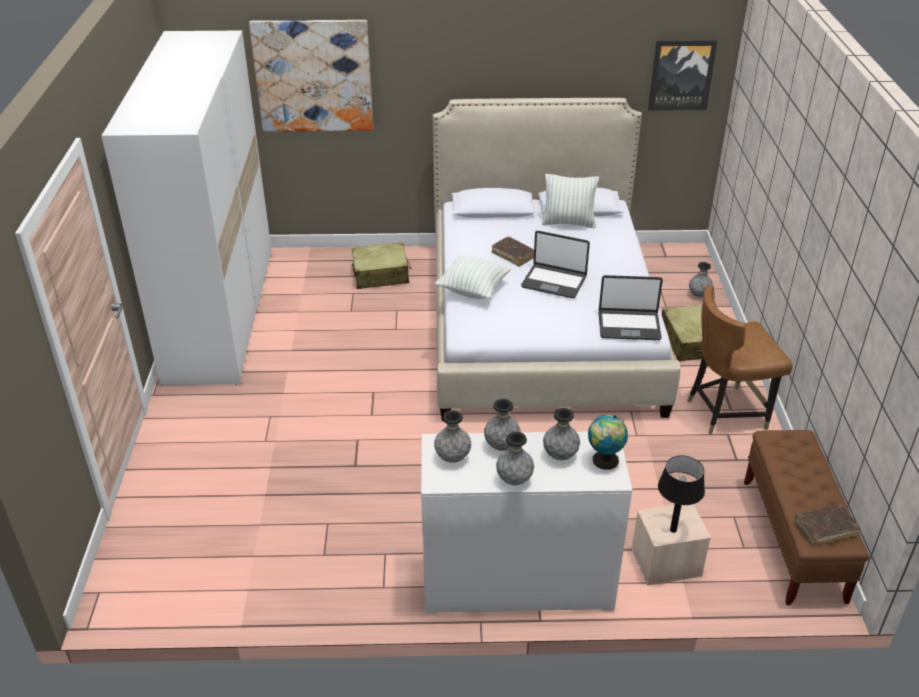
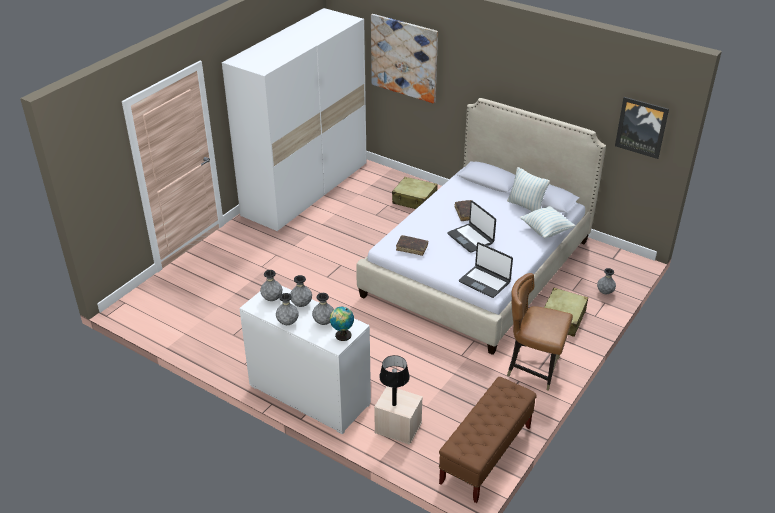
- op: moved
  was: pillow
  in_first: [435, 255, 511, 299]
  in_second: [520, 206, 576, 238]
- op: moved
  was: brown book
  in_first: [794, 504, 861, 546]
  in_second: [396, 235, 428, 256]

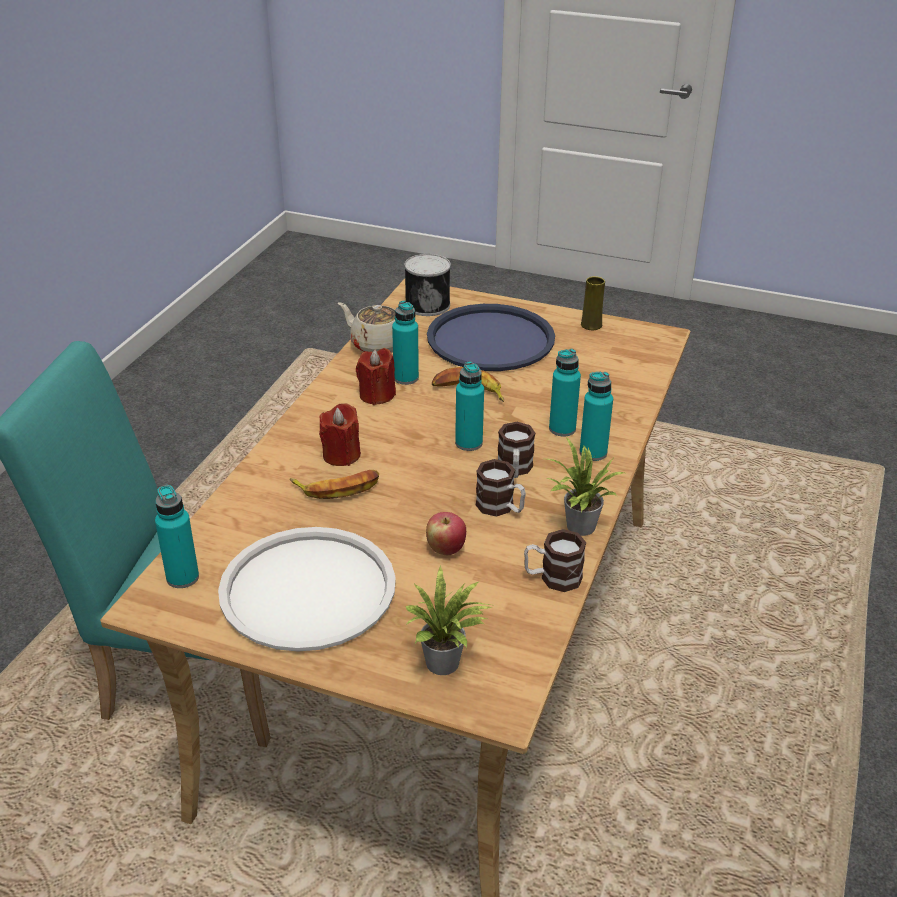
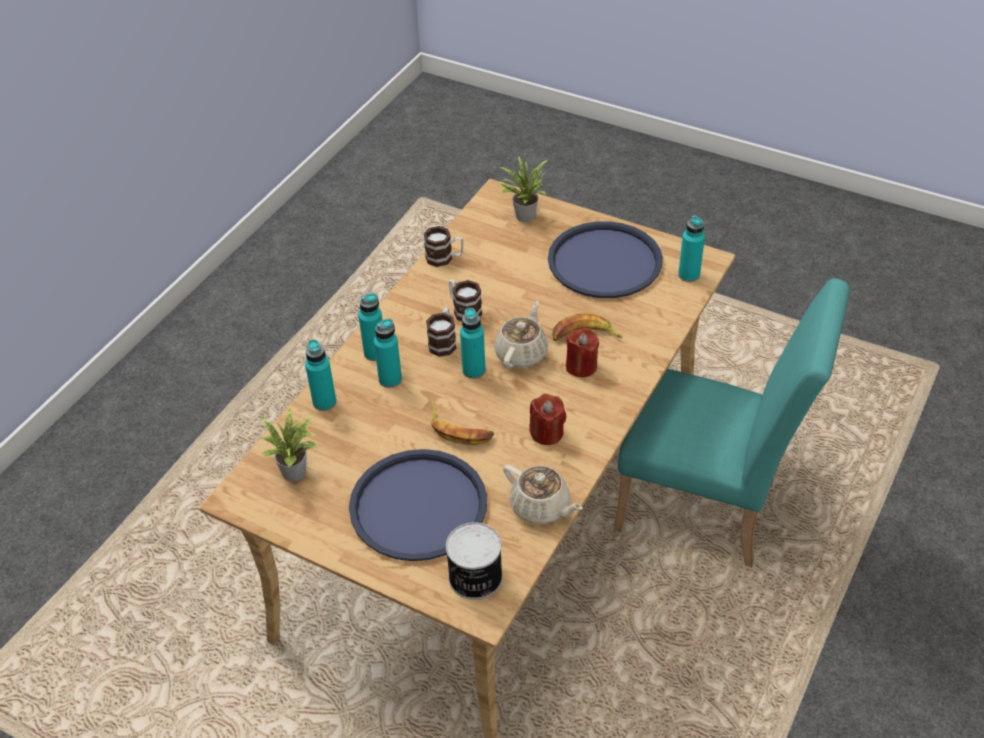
- op: removed
  was: apple
  in_first: [426, 512, 466, 555]
- op: removed
  was: yellow vase
  in_first: [581, 276, 605, 330]
- op: added
  now: beige teapot
  in_second: [494, 301, 548, 368]
- op: moved
  was: turquoise bottle
  in_first: [392, 301, 419, 385]
  in_second: [305, 340, 336, 411]
- op: moved
  was: potted plant
  in_first: [546, 437, 624, 536]
  in_second: [260, 408, 318, 481]
- op: recoloured
  was: white tray
  now: blue tray
  in_first: [218, 527, 396, 652]
  in_second: [548, 221, 663, 298]

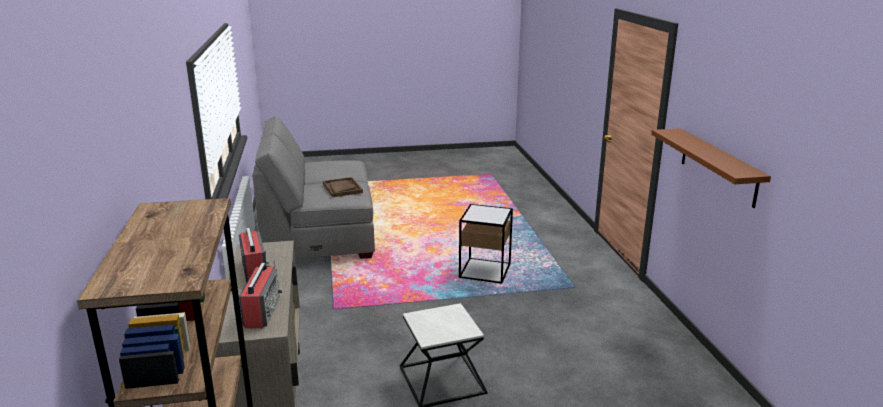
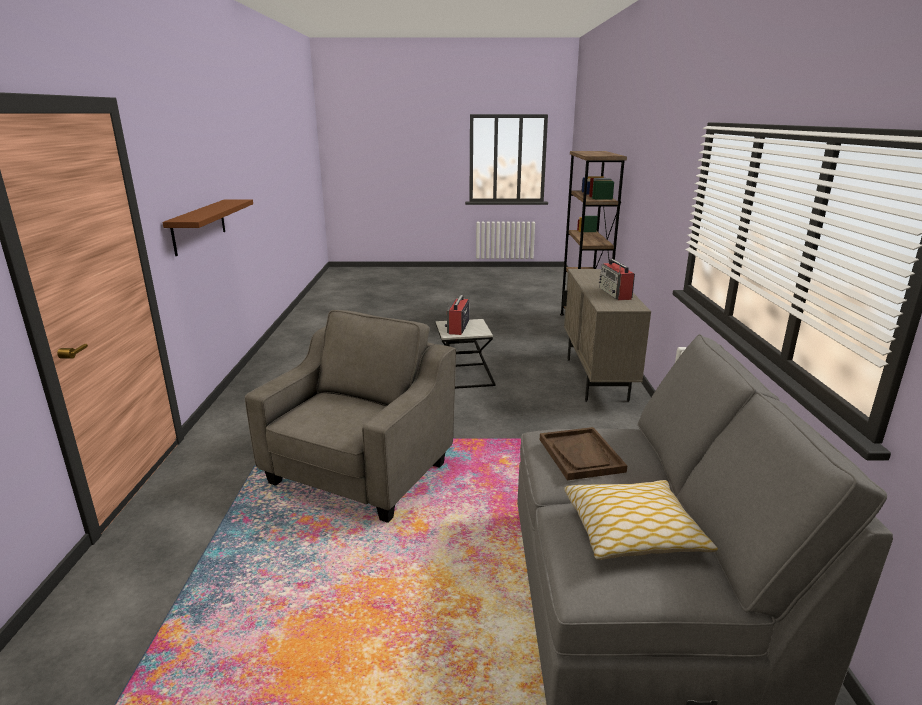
- op: added
  now: pillow
  in_second: [564, 480, 718, 560]
- op: moved
  was: radio
  in_first: [239, 259, 282, 329]
  in_second: [445, 295, 469, 335]
- op: replaced
  was: side table
  now: grey armchair
  in_first: [459, 204, 513, 284]
  in_second: [245, 310, 456, 523]

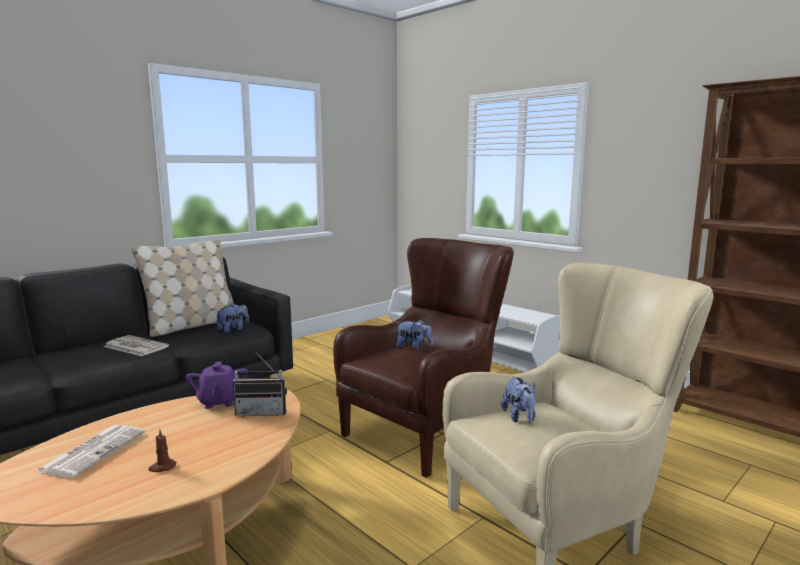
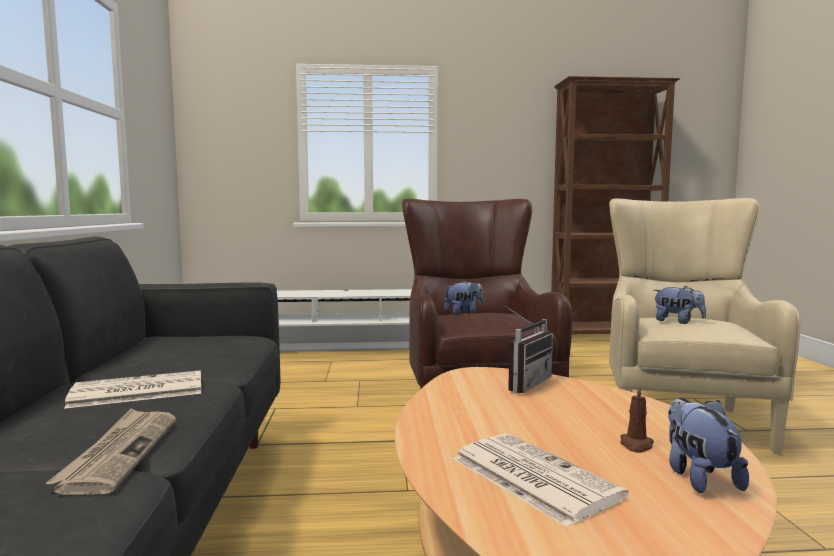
- op: removed
  was: beige pillow
  in_first: [131, 239, 234, 337]
- op: removed
  was: purple teapot
  in_first: [186, 361, 248, 409]
- op: added
  now: newspaper
  in_second: [45, 408, 176, 495]
- op: moved
  was: plush toy
  in_first: [216, 303, 249, 333]
  in_second: [668, 398, 749, 493]

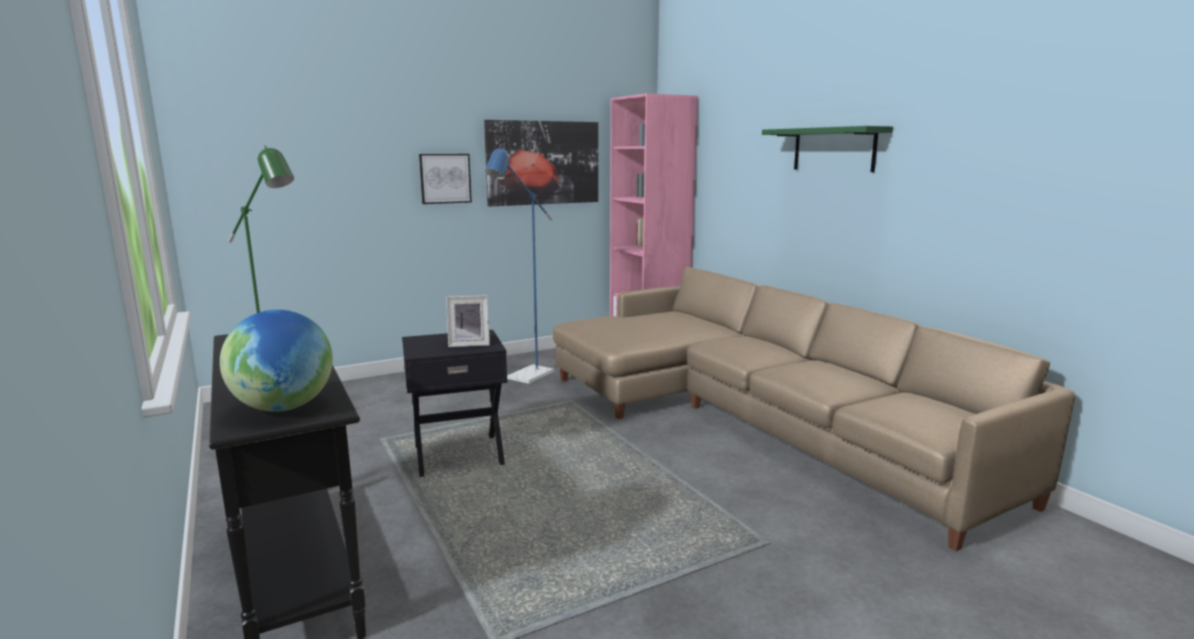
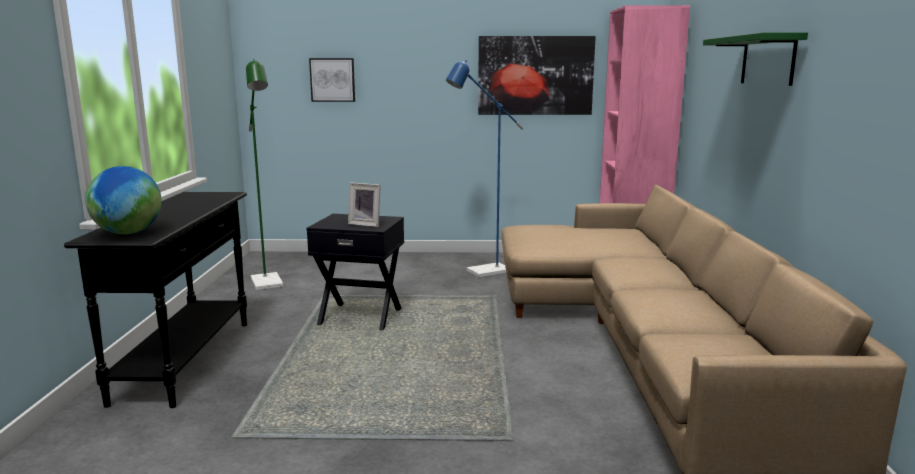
- op: moved
  was: picture
  in_first: [419, 154, 472, 204]
  in_second: [309, 58, 355, 102]

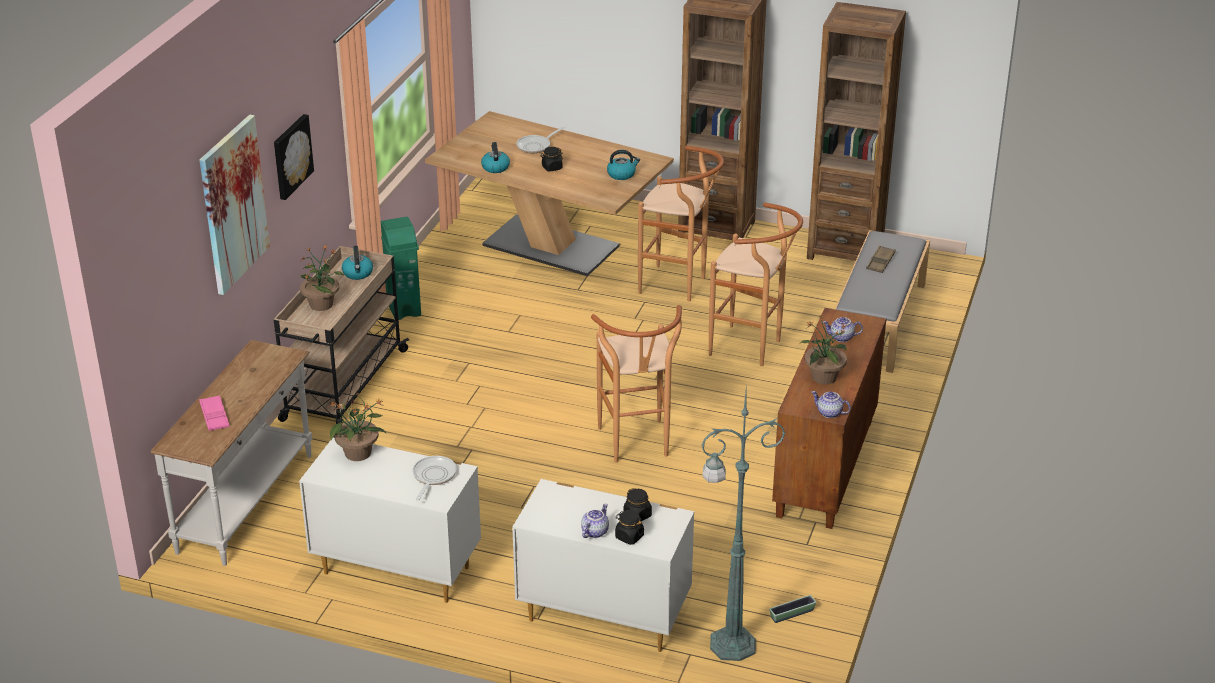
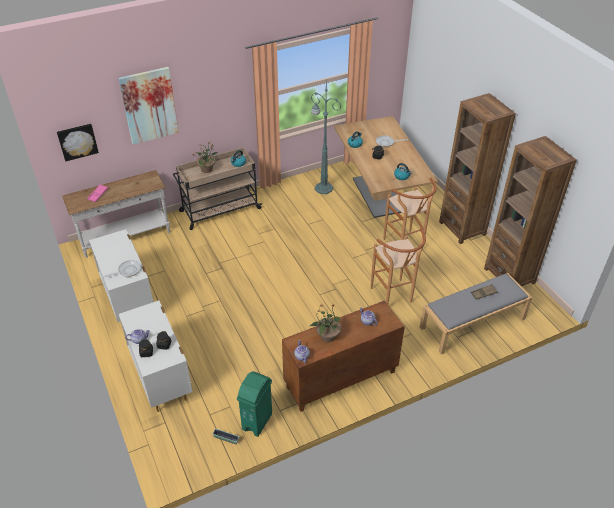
- op: removed
  was: potted plant
  in_first: [328, 392, 386, 461]
- op: removed
  was: brown stool
  in_first: [591, 305, 682, 463]
- op: moved
  was: picture
  in_first: [274, 114, 314, 200]
  in_second: [57, 124, 99, 161]
- op: moved
  was: green trash can
  in_first: [381, 217, 421, 320]
  in_second: [237, 371, 272, 437]
- op: moved
  was: green floor lamp
  in_first: [701, 382, 786, 661]
  in_second: [311, 78, 341, 195]

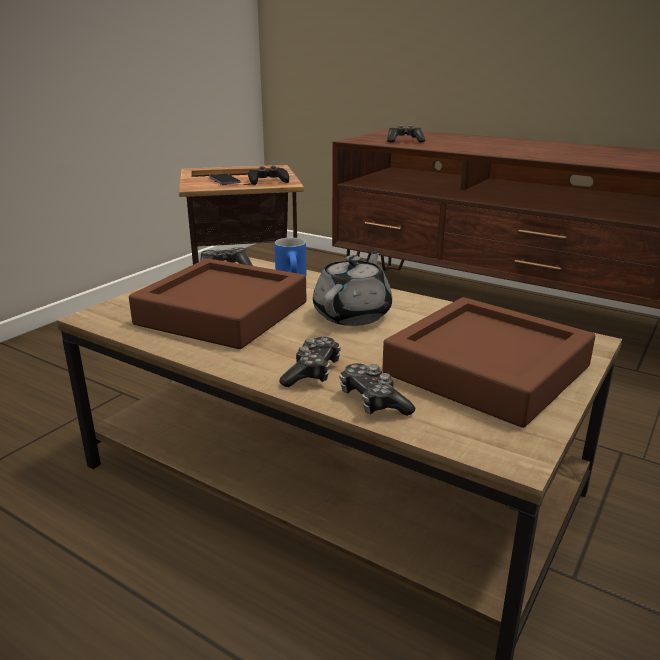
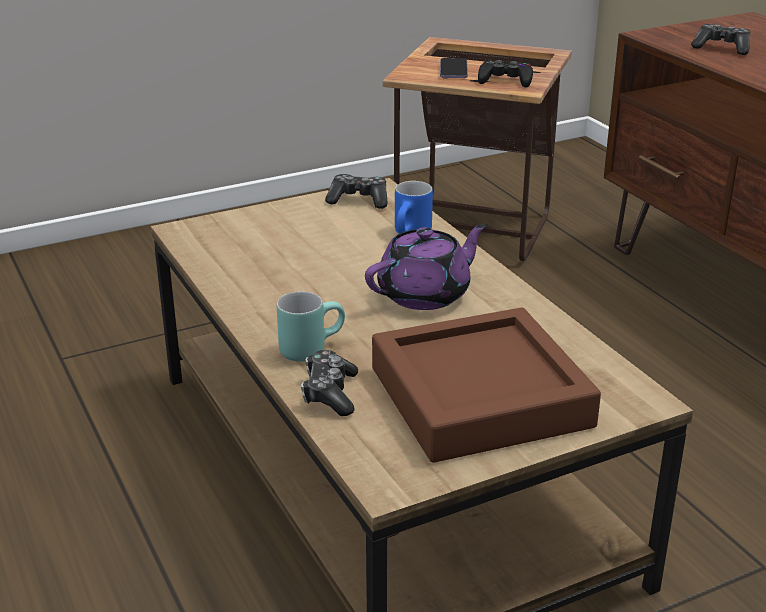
- op: removed
  was: brown tray
  in_first: [129, 258, 306, 349]
- op: replaced
  was: game controller
  now: turquoise mug
  in_first: [279, 337, 341, 387]
  in_second: [277, 291, 345, 361]
- op: recoloured
  was: grey teapot
  now: purple teapot
  in_first: [313, 251, 392, 326]
  in_second: [365, 224, 487, 310]

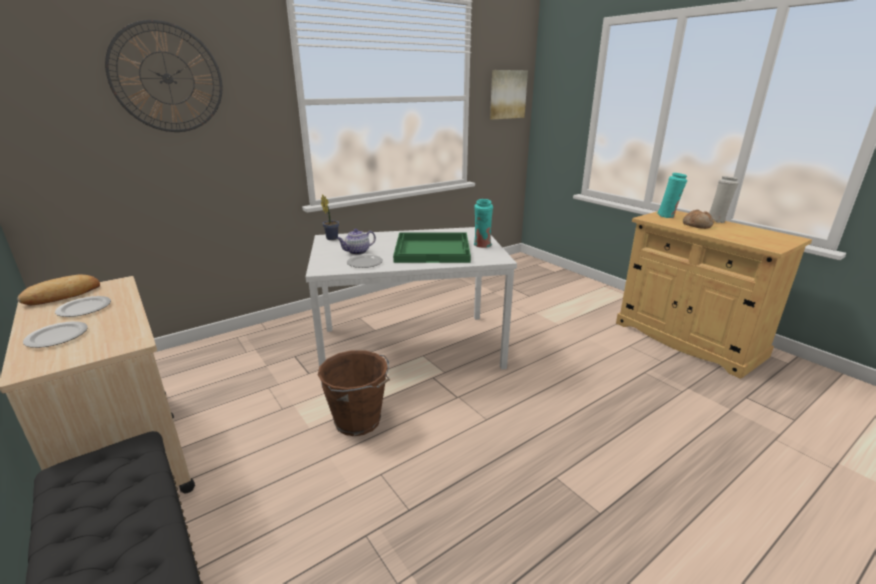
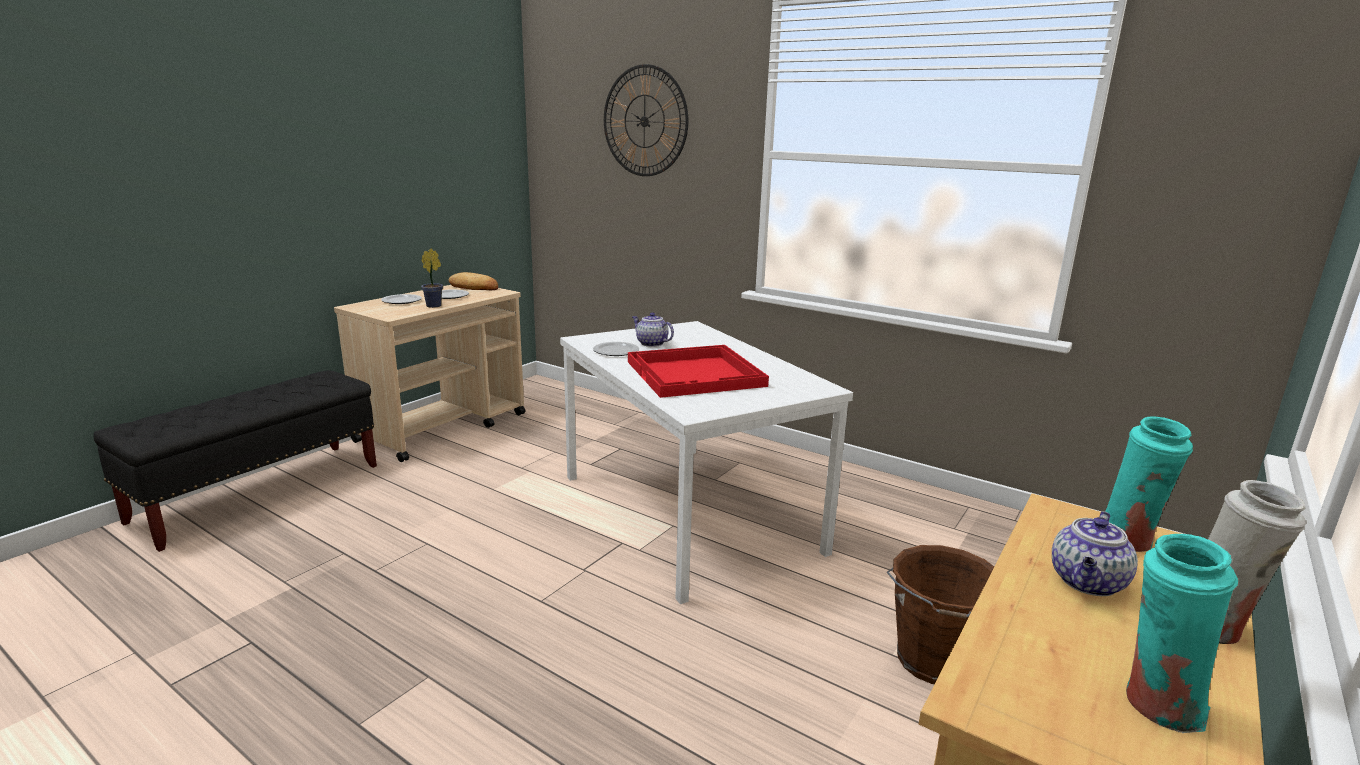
- op: removed
  was: picture
  in_first: [490, 70, 528, 119]
- op: moved
  was: brown bucket
  in_first: [318, 350, 390, 436]
  in_second: [887, 545, 994, 684]
- op: moved
  was: potted plant
  in_first: [321, 194, 339, 240]
  in_second: [421, 248, 443, 308]
- op: moved
  was: turquoise vase
  in_first: [474, 199, 493, 248]
  in_second: [1126, 534, 1238, 733]
- op: replaced
  was: bread
  now: teapot
  in_first: [683, 210, 714, 229]
  in_second: [1052, 511, 1138, 596]
- op: recoloured
  was: green tray
  now: red tray
  in_first: [393, 233, 471, 263]
  in_second: [628, 345, 769, 398]

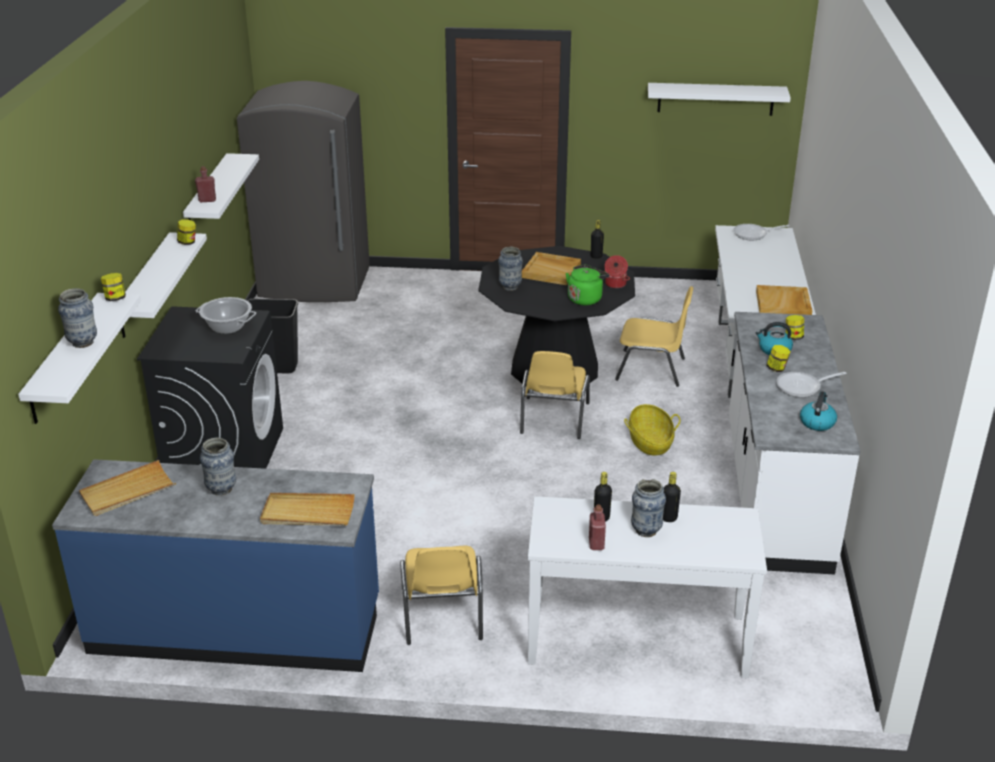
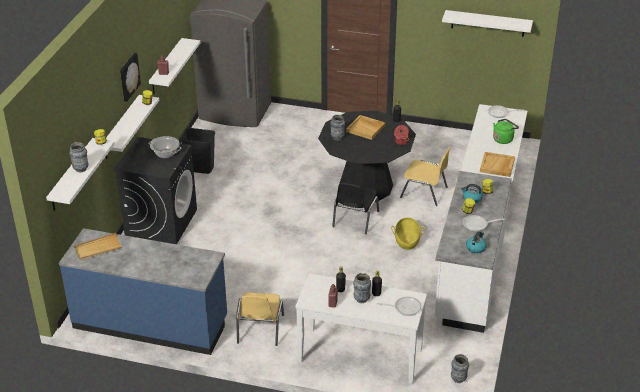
- op: removed
  was: beige tray
  in_first: [260, 493, 355, 526]
- op: added
  now: picture
  in_second: [120, 53, 141, 102]
- op: added
  now: frying pan
  in_second: [376, 297, 422, 316]
- op: moved
  was: vase
  in_first: [200, 438, 236, 496]
  in_second: [451, 354, 469, 383]
- op: moved
  was: green kettle
  in_first: [566, 264, 610, 305]
  in_second: [493, 119, 519, 144]
- op: recoloured
  was: yellow chair
  now: black chair
  in_first: [520, 351, 590, 439]
  in_second: [332, 183, 379, 234]

